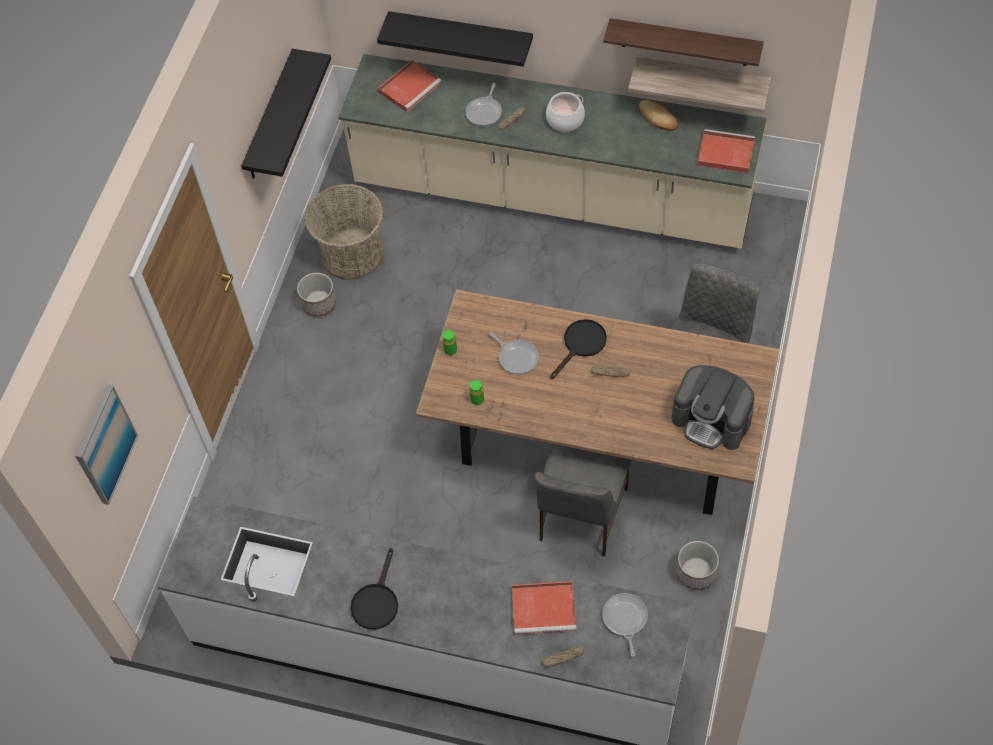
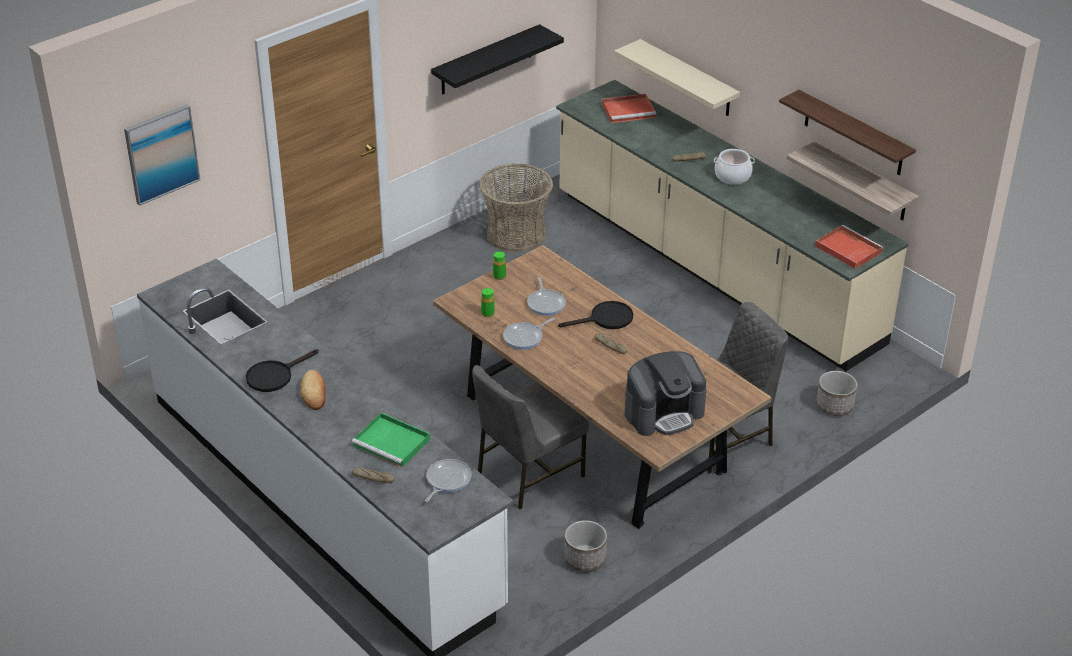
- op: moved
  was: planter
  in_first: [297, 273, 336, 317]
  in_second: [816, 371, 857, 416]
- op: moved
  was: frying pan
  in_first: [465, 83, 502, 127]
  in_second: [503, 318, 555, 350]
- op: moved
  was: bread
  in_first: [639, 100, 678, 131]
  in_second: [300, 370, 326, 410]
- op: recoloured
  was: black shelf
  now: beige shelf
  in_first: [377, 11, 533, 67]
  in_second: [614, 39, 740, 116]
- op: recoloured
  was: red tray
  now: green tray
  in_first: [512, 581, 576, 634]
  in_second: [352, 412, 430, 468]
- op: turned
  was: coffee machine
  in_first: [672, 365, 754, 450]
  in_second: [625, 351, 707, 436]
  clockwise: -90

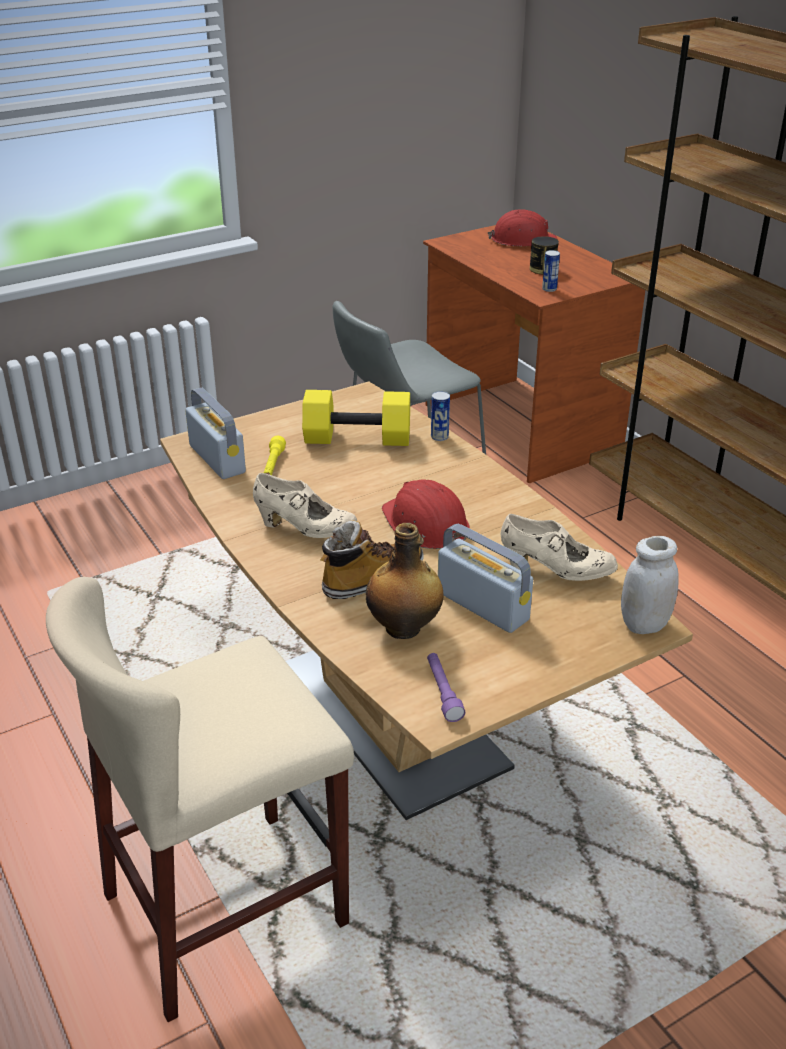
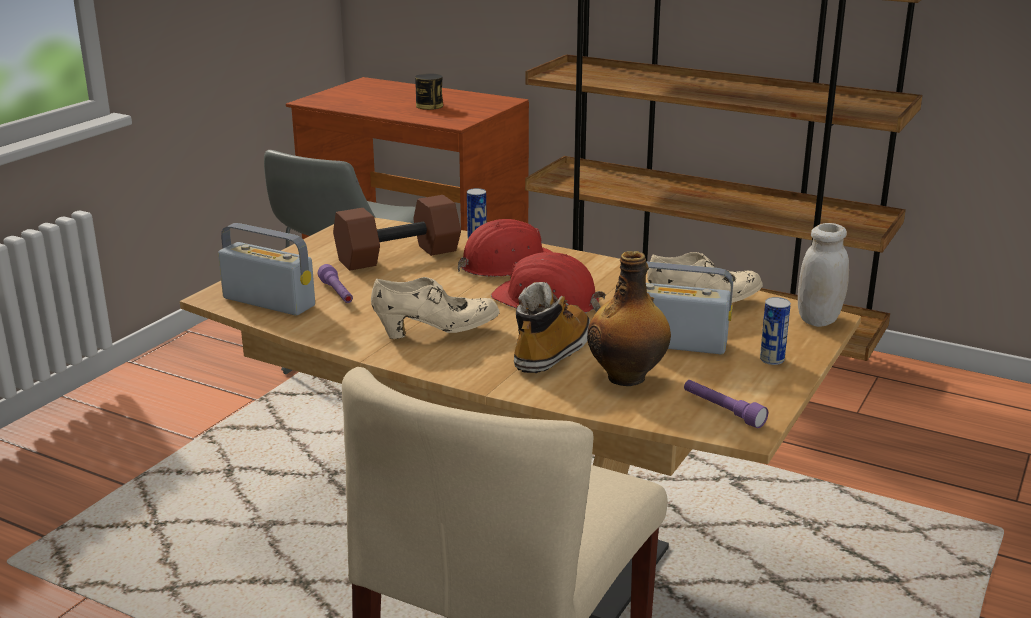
- op: moved
  was: red hard hat
  in_first: [488, 209, 557, 246]
  in_second: [458, 219, 552, 277]
- op: moved
  was: can
  in_first: [542, 250, 560, 292]
  in_second: [760, 297, 791, 365]
- op: recoloured
  was: yellow flashlight
  now: purple flashlight
  in_first: [264, 436, 286, 475]
  in_second: [318, 264, 353, 303]
- op: recoloured
  was: yellow dumbbell
  now: brown dumbbell
  in_first: [302, 390, 410, 446]
  in_second: [333, 195, 461, 271]

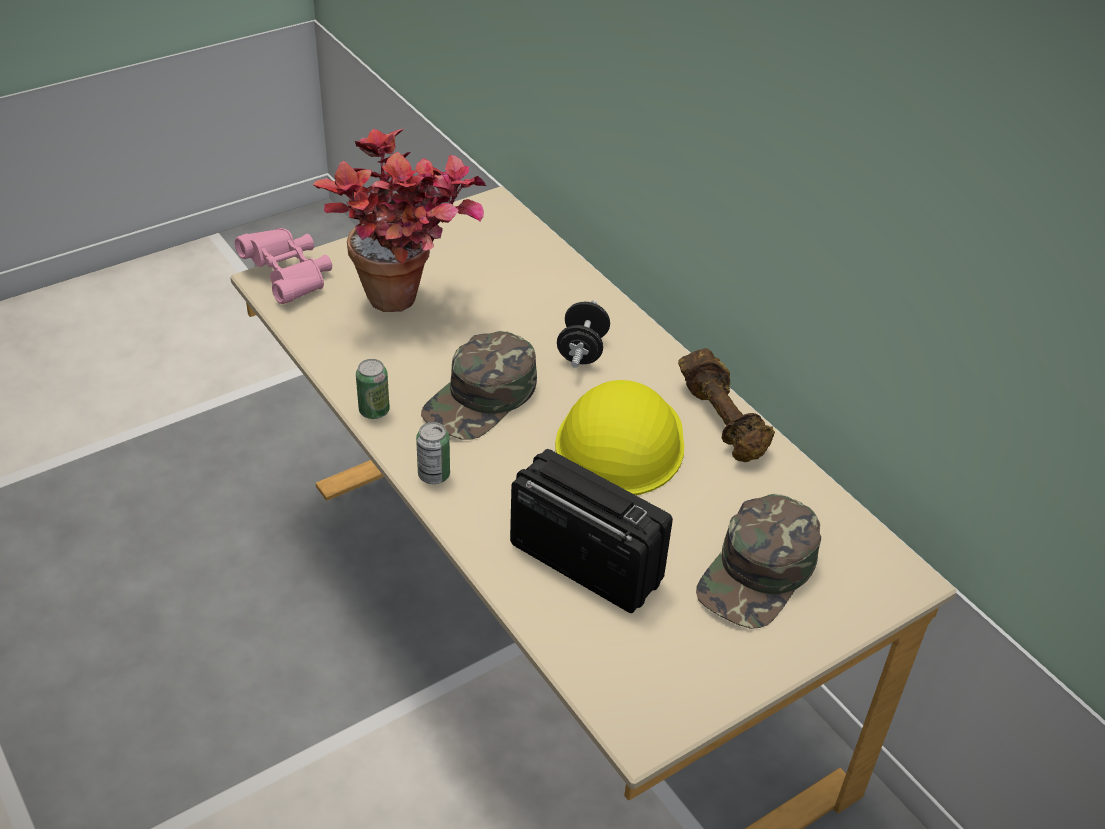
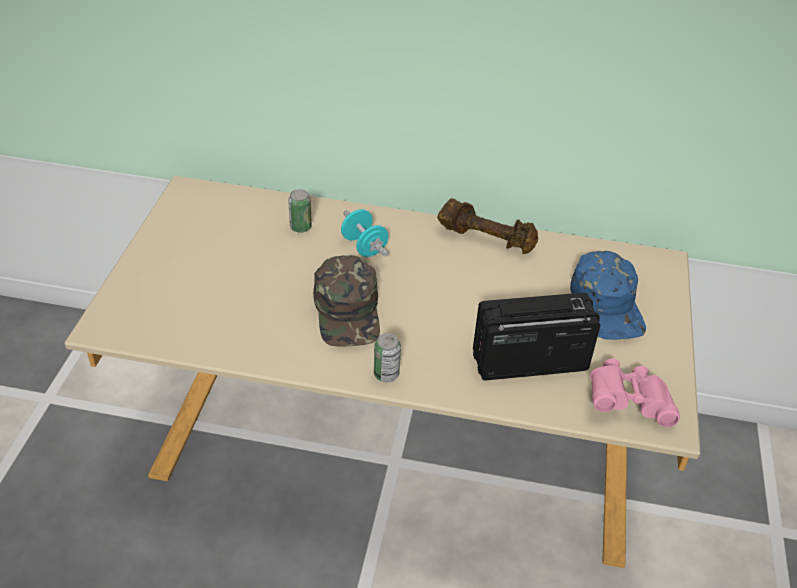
- op: removed
  was: potted plant
  in_first: [313, 128, 486, 312]
- op: removed
  was: yellow hard hat
  in_first: [555, 380, 684, 495]
- op: moved
  was: pink binoculars
  in_first: [235, 228, 332, 304]
  in_second: [590, 359, 680, 427]
- op: moved
  was: can
  in_first: [356, 359, 390, 419]
  in_second: [288, 189, 312, 233]
- op: recoloured
  was: black dumbbell
  now: turquoise dumbbell
  in_first: [557, 300, 610, 368]
  in_second: [341, 209, 388, 257]
- op: recoloured
  was: green cap
  now: blue cap
  in_first: [696, 494, 821, 629]
  in_second: [570, 251, 646, 340]

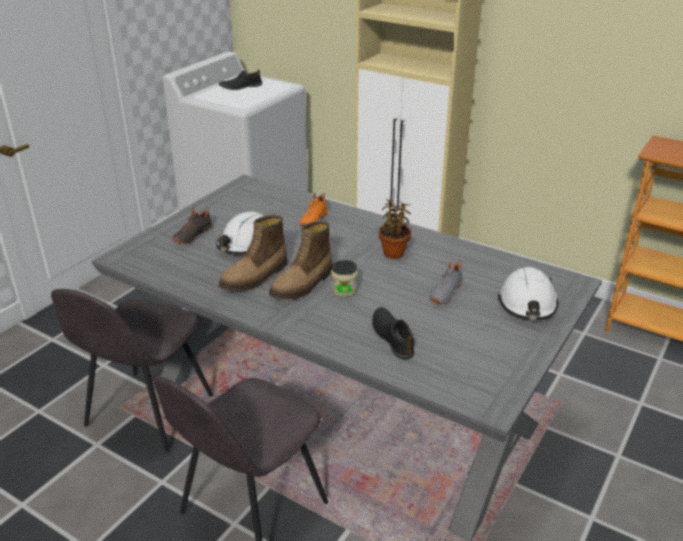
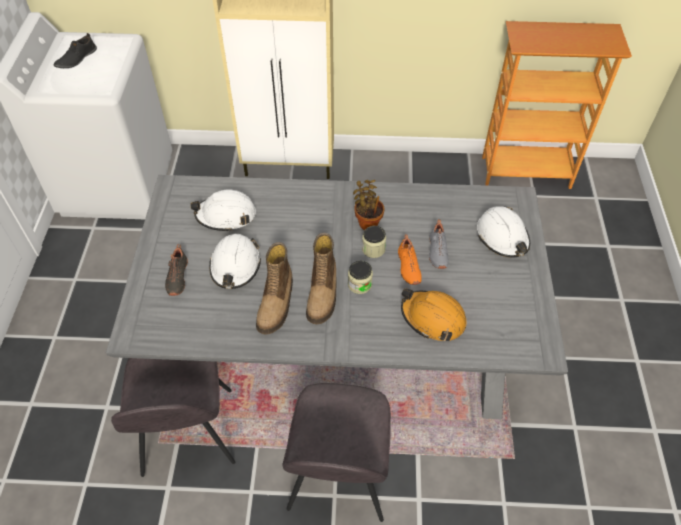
- op: added
  now: white hard hat
  in_second: [190, 189, 256, 232]
- op: added
  now: jar
  in_second: [362, 226, 386, 258]
- op: moved
  was: orange shoe
  in_first: [300, 193, 328, 227]
  in_second: [398, 234, 422, 285]
- op: replaced
  was: black shoe
  now: orange hard hat
  in_first: [372, 307, 414, 359]
  in_second: [401, 289, 466, 341]

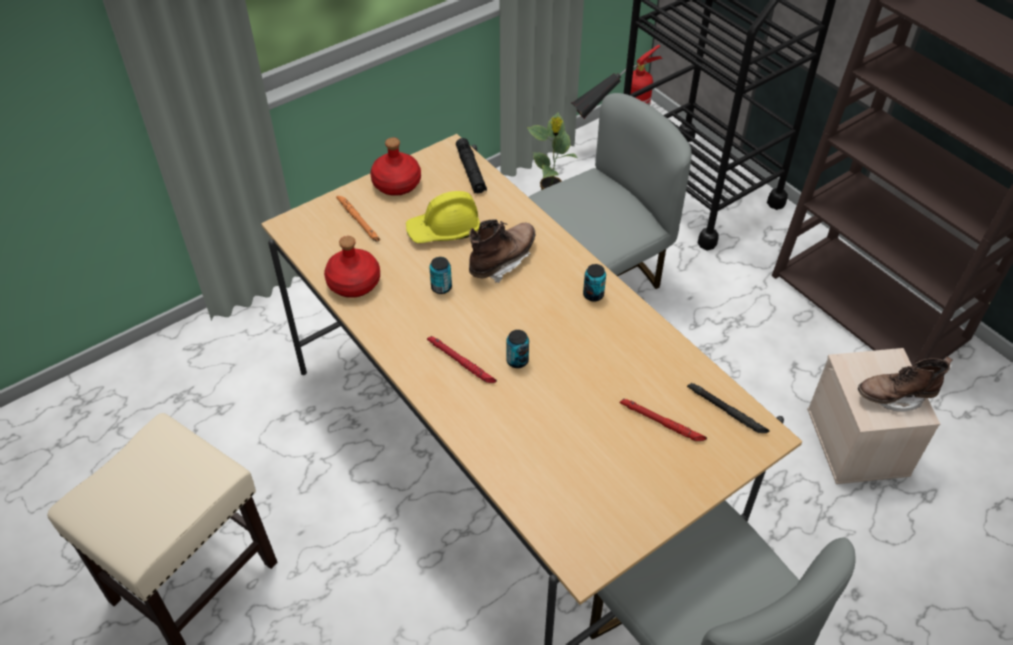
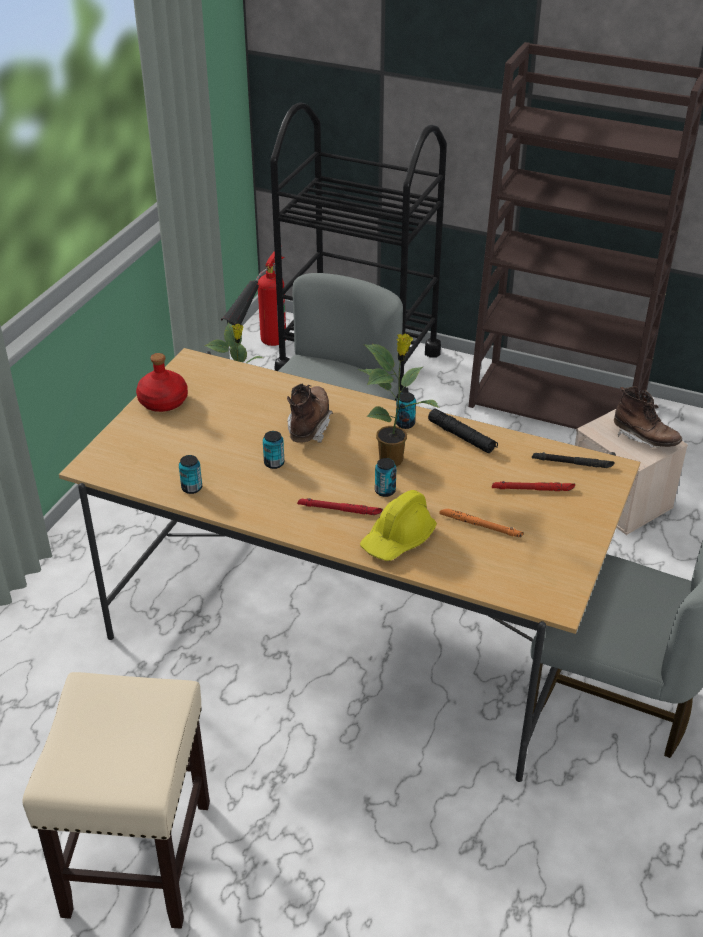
- op: added
  now: potted plant
  in_second: [357, 334, 440, 467]
- op: moved
  was: orange flashlight
  in_first: [336, 196, 380, 242]
  in_second: [439, 509, 524, 537]
- op: moved
  was: yellow hard hat
  in_first: [406, 191, 480, 243]
  in_second: [360, 490, 437, 561]
- op: moved
  was: black flashlight
  in_first: [456, 138, 487, 194]
  in_second: [428, 408, 498, 453]
- op: replaced
  was: red bottle
  now: can
  in_first: [324, 236, 380, 298]
  in_second: [179, 455, 202, 494]
- op: turned
  was: brown boot
  in_first: [858, 357, 953, 411]
  in_second: [614, 387, 682, 448]
  clockwise: -105

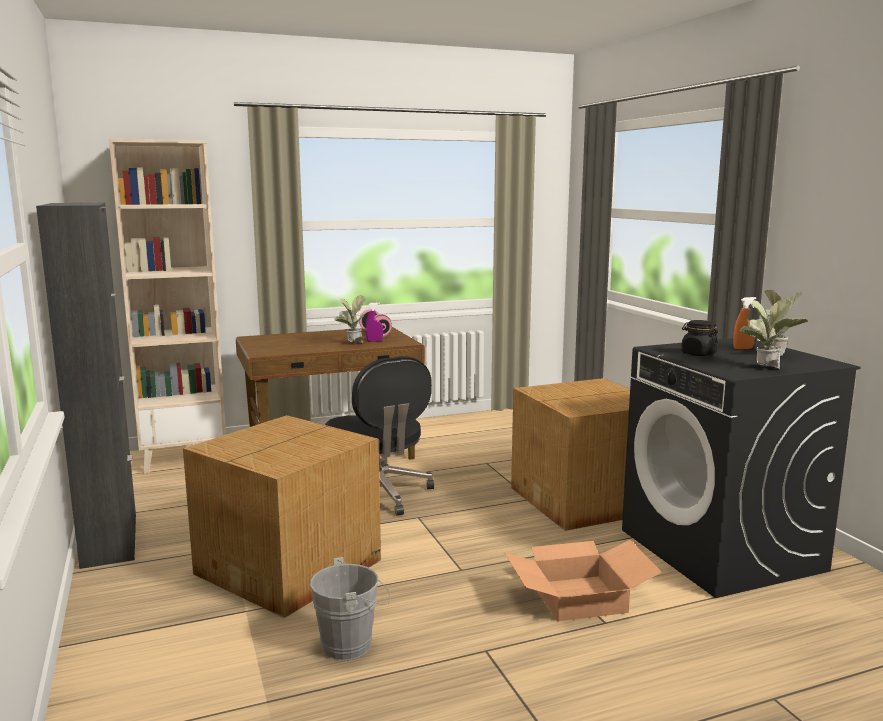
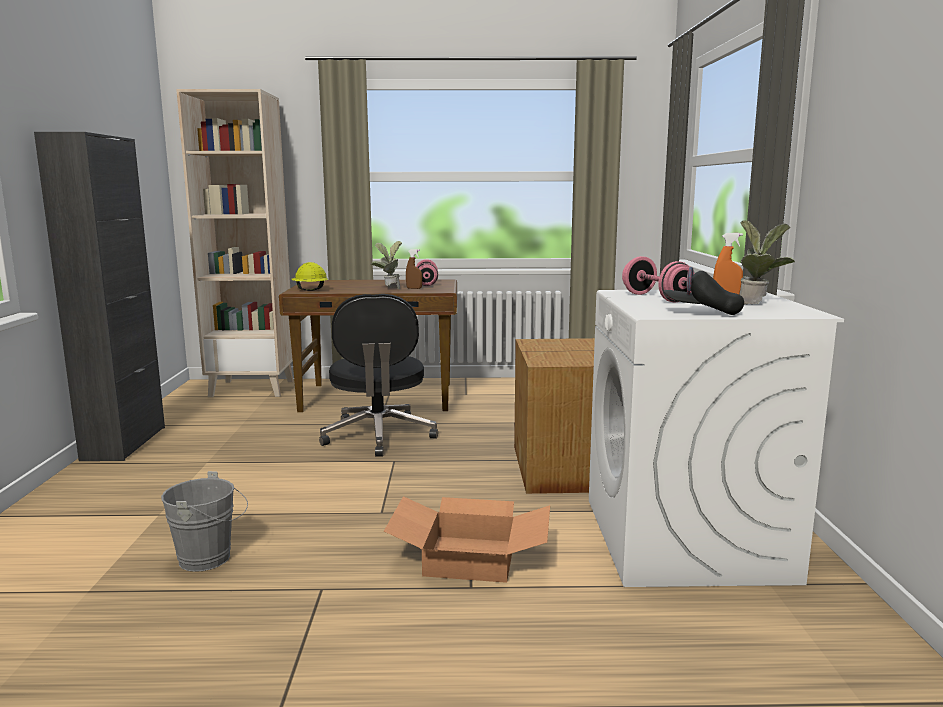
- op: removed
  was: cardboard box
  in_first: [183, 415, 381, 618]
- op: added
  now: yellow hard hat
  in_second: [291, 262, 328, 291]
- op: replaced
  was: black jar
  now: pink dumbbell
  in_first: [681, 320, 718, 356]
  in_second: [622, 256, 695, 302]
- op: replaced
  was: potted plant
  now: black cap
  in_first: [740, 298, 793, 369]
  in_second: [664, 267, 744, 315]
- op: recoloured
  was: purple spray bottle
  now: brown spray bottle
  in_first: [366, 302, 383, 342]
  in_second: [406, 249, 422, 289]
- op: recoloured
  was: black washing machine
  now: white washing machine
  in_first: [622, 338, 860, 598]
  in_second: [589, 290, 844, 587]

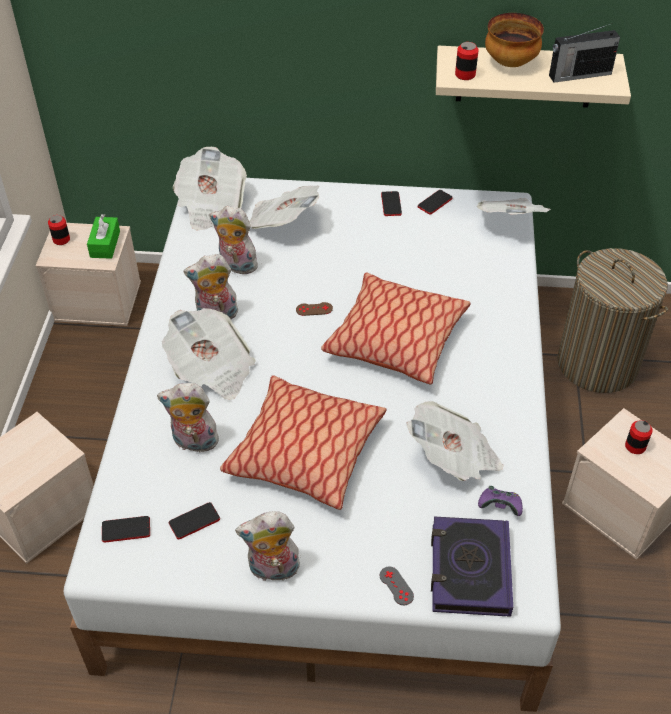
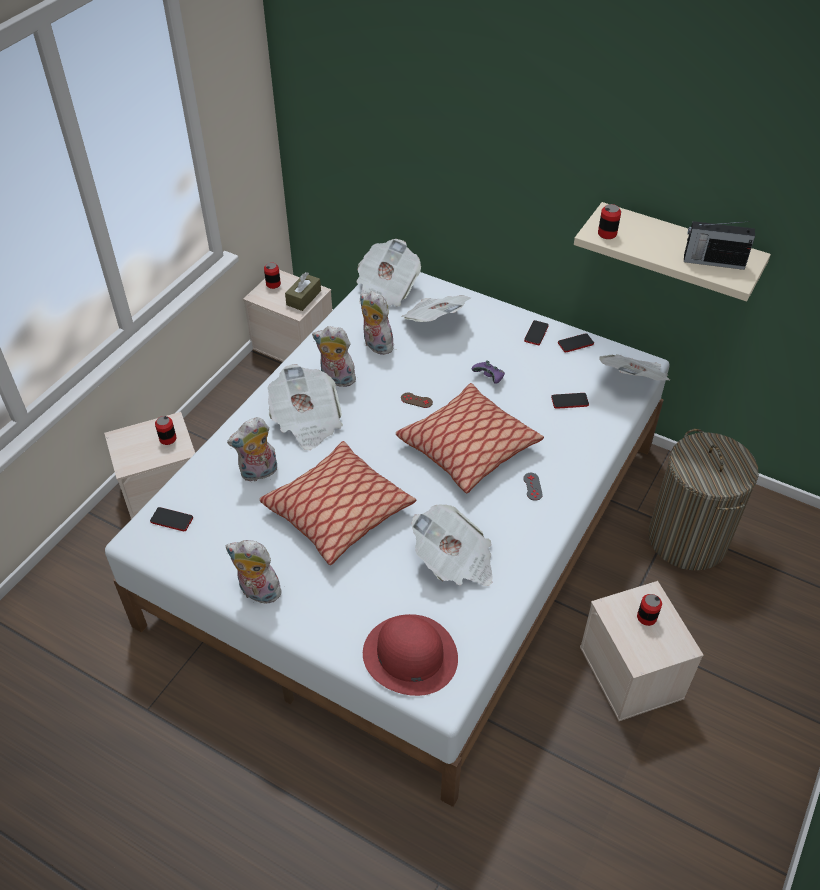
- op: removed
  was: bowl
  in_first: [485, 13, 544, 67]
- op: added
  now: can
  in_second: [155, 416, 177, 445]
- op: moved
  was: phone
  in_first: [169, 502, 220, 539]
  in_second: [551, 393, 589, 409]
- op: moved
  was: grey game controller
  in_first: [380, 567, 414, 605]
  in_second: [523, 473, 543, 501]
- op: moved
  was: purple game controller
  in_first: [478, 486, 523, 516]
  in_second: [472, 360, 505, 384]
- op: replaced
  was: book
  now: red hat
  in_first: [431, 516, 513, 617]
  in_second: [363, 614, 458, 696]
- op: recoloured
  was: green tissue box
  now: brown tissue box
  in_first: [87, 214, 120, 259]
  in_second: [285, 272, 321, 311]
- op: turned
  was: plush toy
  in_first: [157, 383, 221, 452]
  in_second: [227, 417, 277, 482]
  clockwise: -60

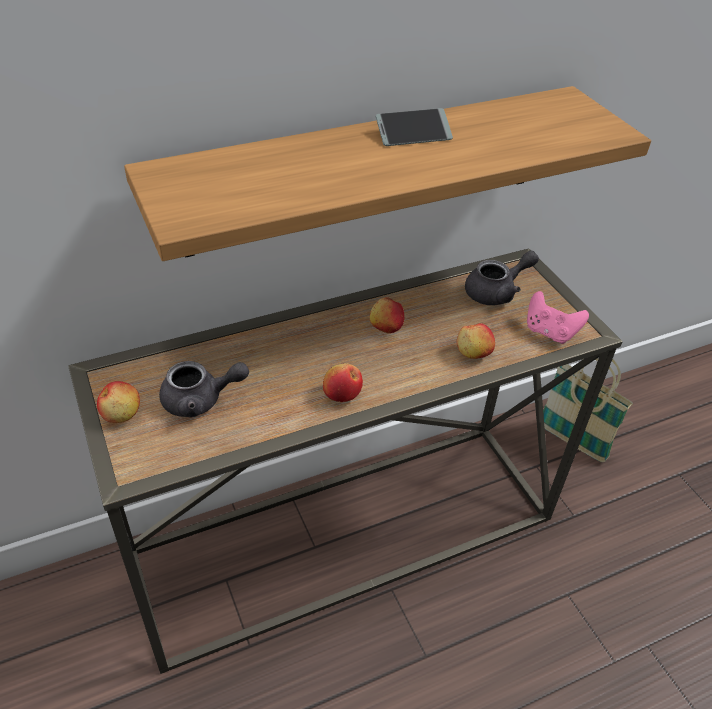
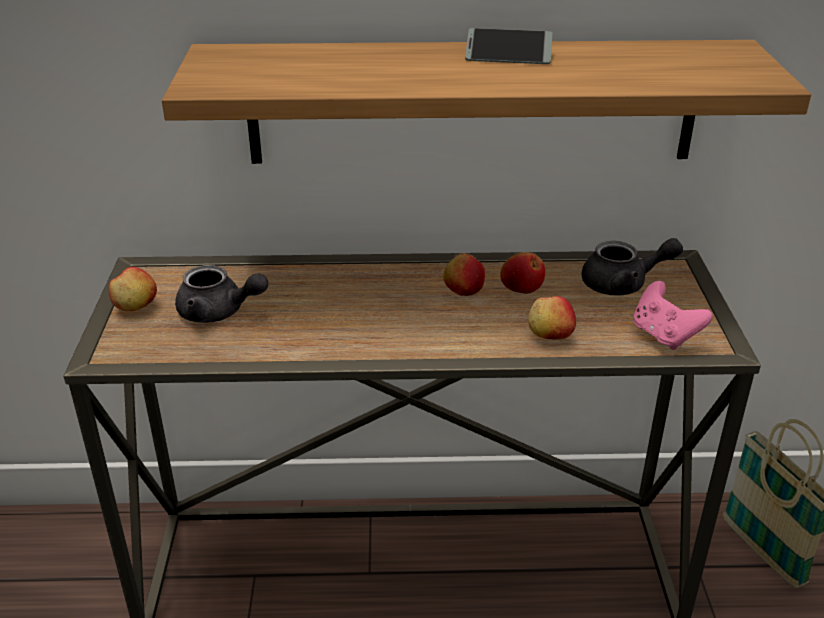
- op: moved
  was: apple
  in_first: [323, 363, 363, 402]
  in_second: [500, 252, 545, 293]

